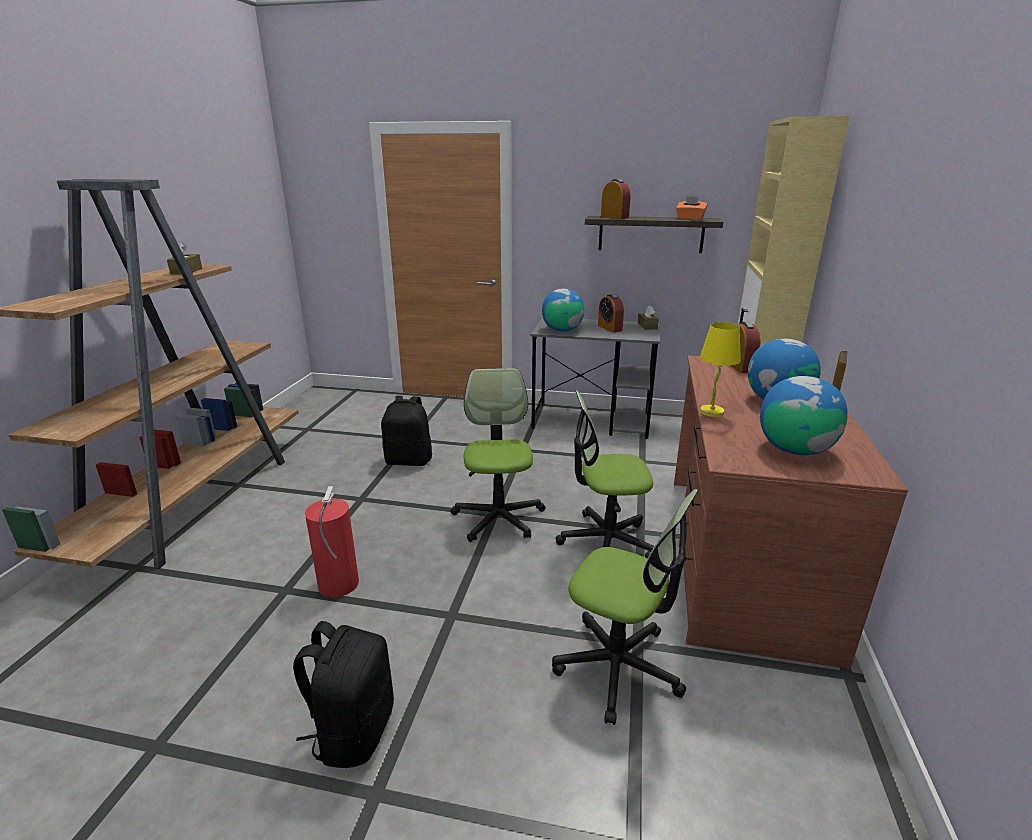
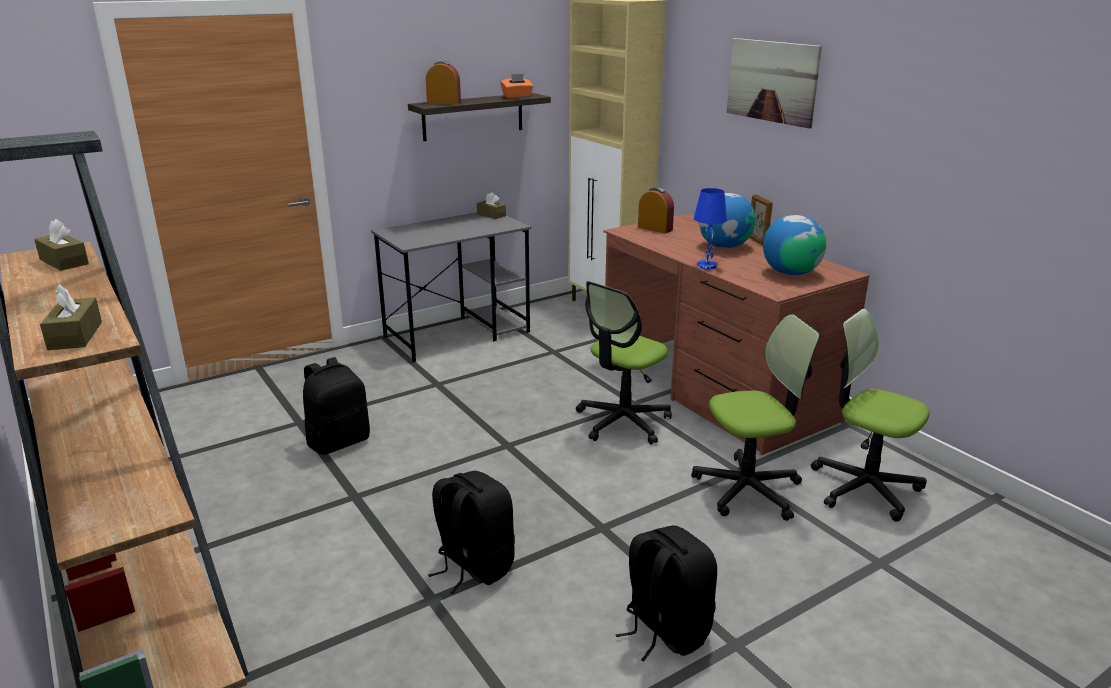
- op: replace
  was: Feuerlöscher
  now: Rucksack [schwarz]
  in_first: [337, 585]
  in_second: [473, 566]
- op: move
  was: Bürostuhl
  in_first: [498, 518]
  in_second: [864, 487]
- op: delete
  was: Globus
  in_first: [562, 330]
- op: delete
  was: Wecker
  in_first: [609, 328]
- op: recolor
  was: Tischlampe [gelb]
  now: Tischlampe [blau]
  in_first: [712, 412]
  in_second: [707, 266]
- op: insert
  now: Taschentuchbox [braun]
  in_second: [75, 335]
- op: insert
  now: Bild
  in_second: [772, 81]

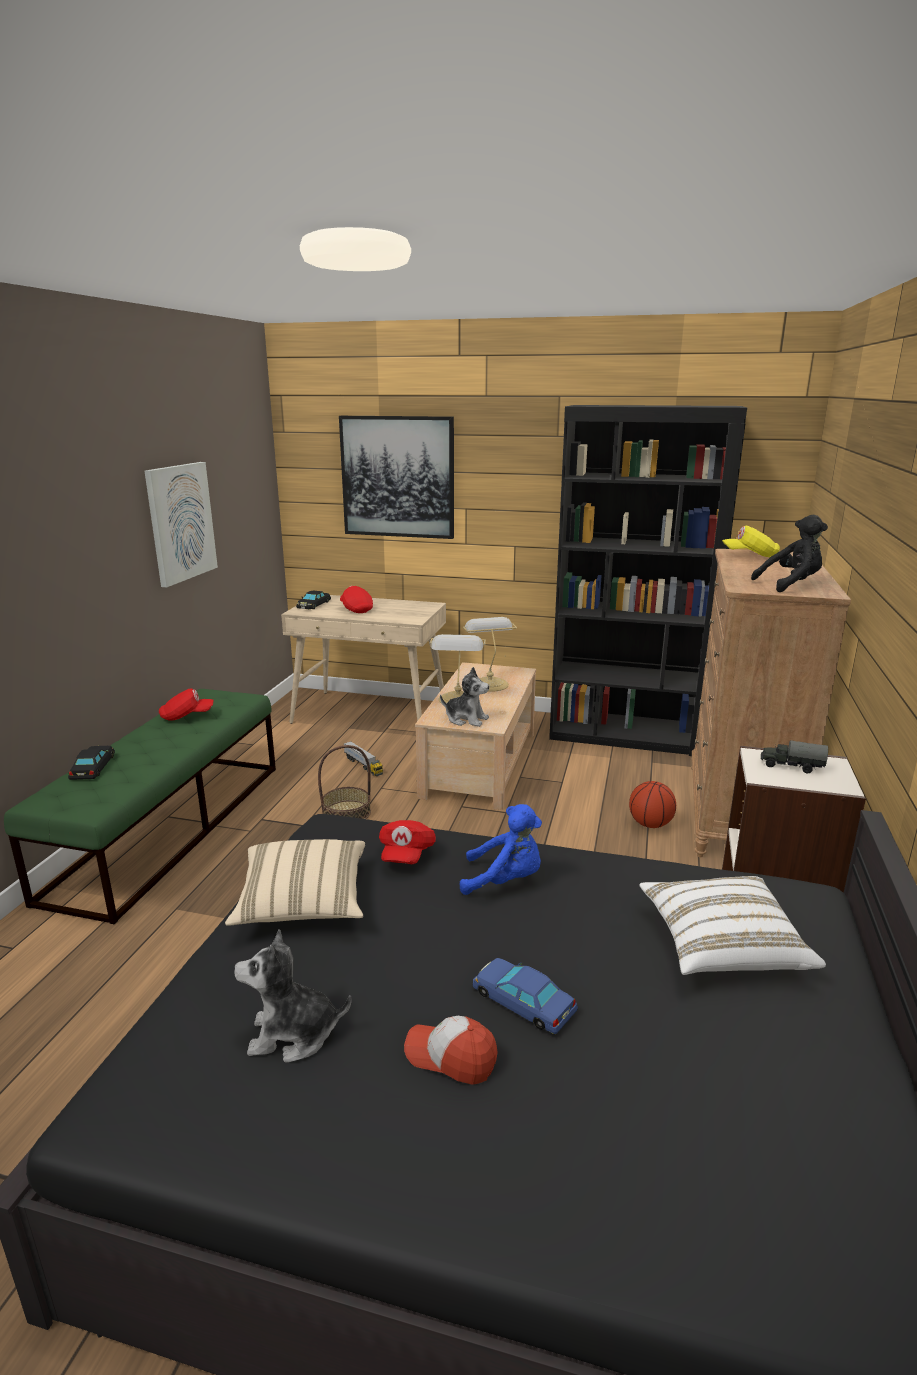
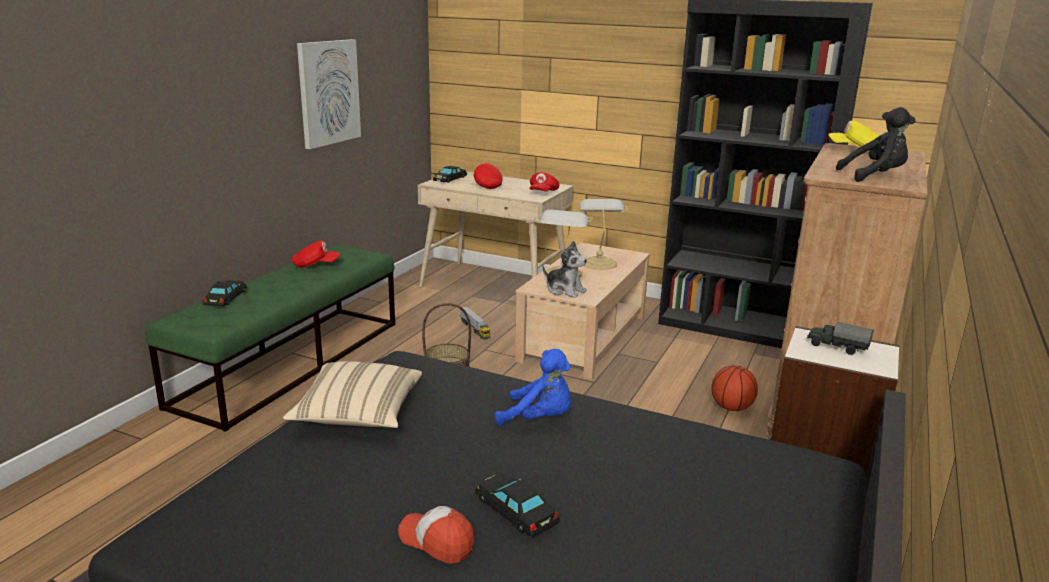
- op: delete
  was: Plüschtier
  in_first: [293, 1034]
- op: delete
  was: Bild
  in_first: [398, 477]
- op: move
  was: Kappe [rot]
  in_first: [406, 854]
  in_second: [543, 193]
- op: recolor
  was: Spielzeugauto [blau]
  now: Spielzeugauto [schwarz]
  in_first: [522, 1000]
  in_second: [515, 510]
- op: delete
  was: Kissen [weiß]
  in_first: [722, 945]

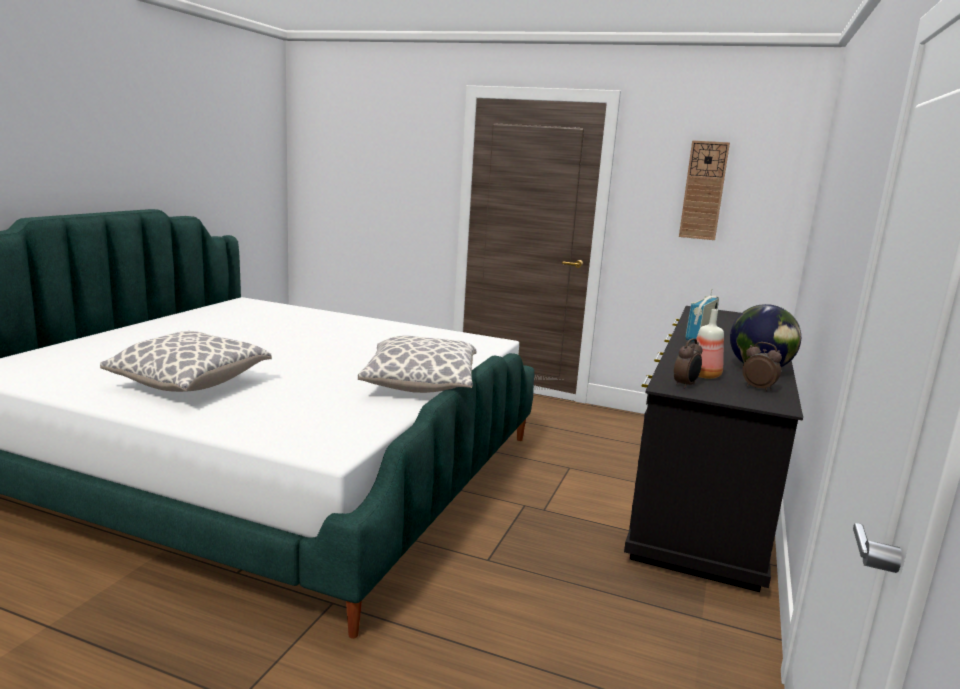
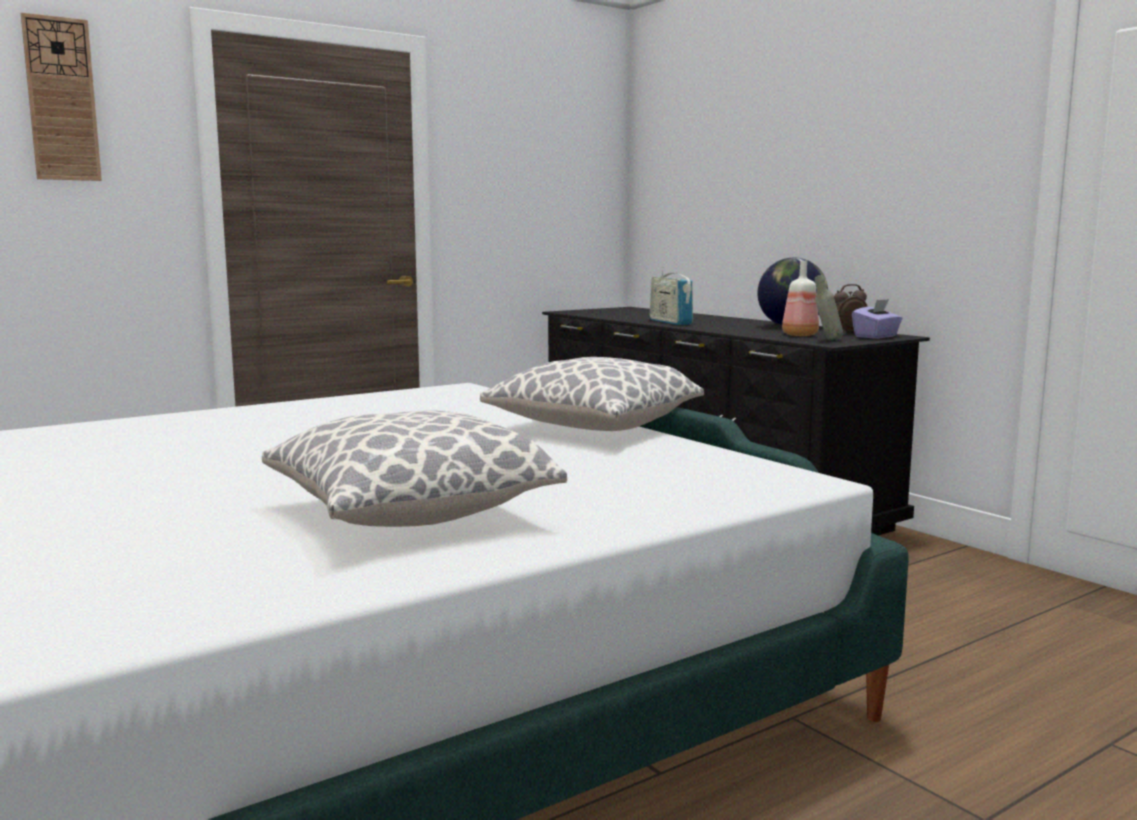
- op: replace
  was: Wecker
  now: Flasche [grau]
  in_first: [686, 385]
  in_second: [827, 340]
- op: move
  was: Wanduhr
  in_first: [703, 190]
  in_second: [61, 99]
- op: insert
  now: Taschentuchbox [lila]
  in_second: [876, 336]

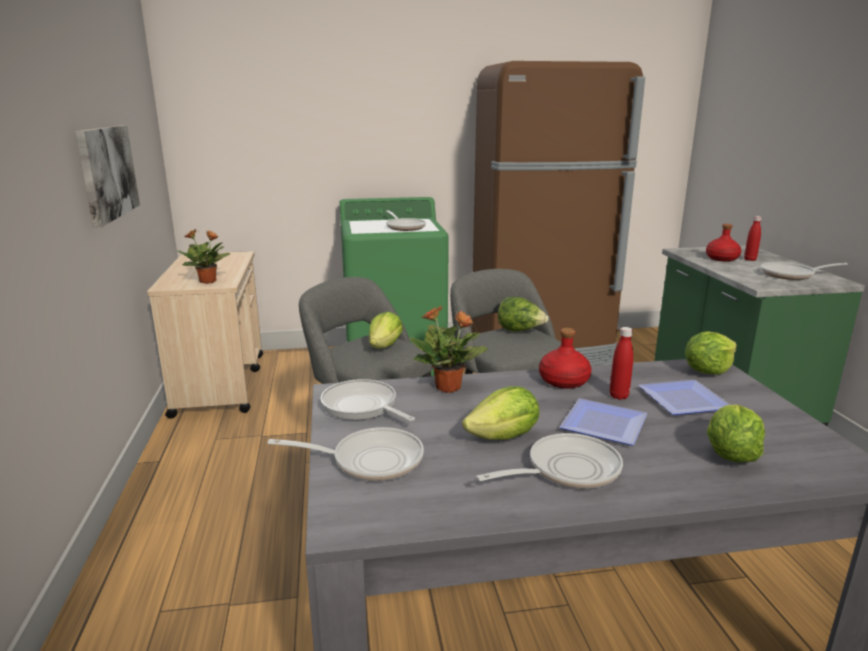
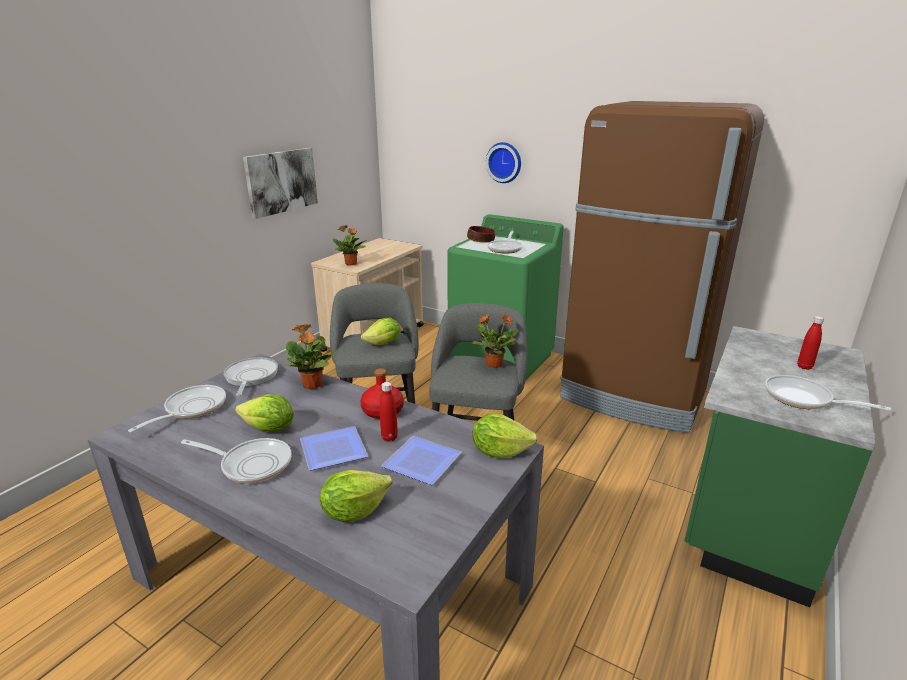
- op: rotate
  was: Pfanne
  in_first: [370, 460]
  in_second: [191, 409]
  clockwise: -105
- op: replace
  was: Salatkopf
  now: Topfpflanze
  in_first: [520, 331]
  in_second: [493, 364]
- op: delete
  was: Flasche [rot]
  in_first: [721, 258]
- op: insert
  now: Schüssel
  in_second: [481, 241]
- op: insert
  now: Wanduhr
  in_second: [504, 162]

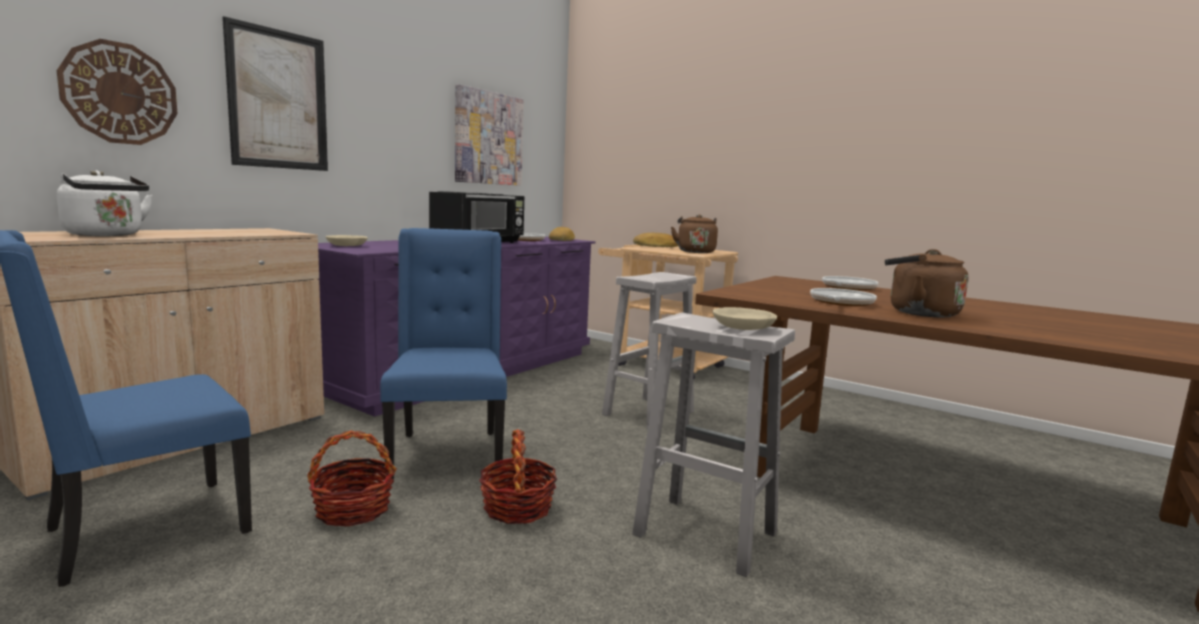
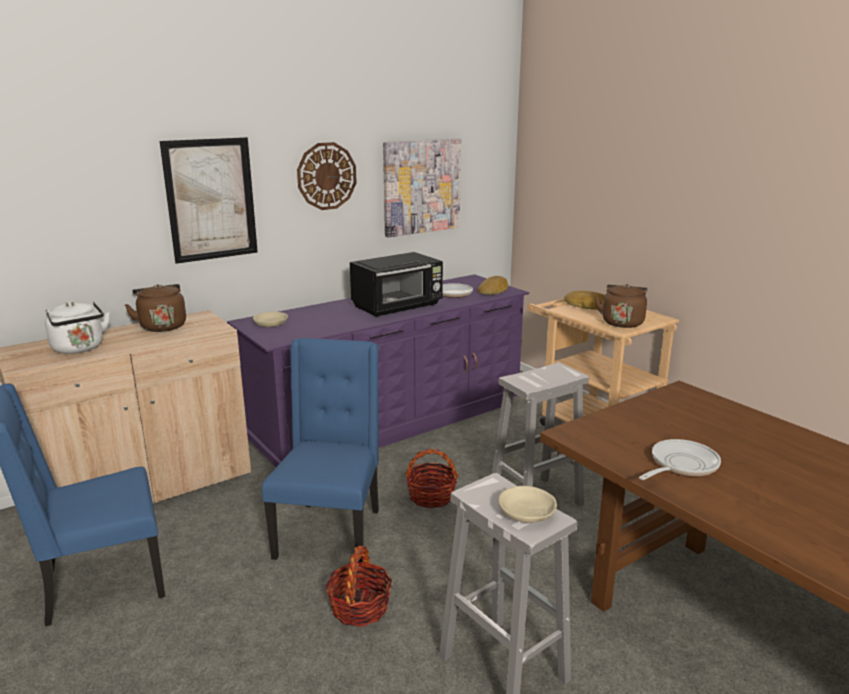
- op: move
  was: Wanduhr
  in_first: [120, 93]
  in_second: [326, 176]
- op: move
  was: Korb
  in_first: [352, 510]
  in_second: [431, 496]
- op: delete
  was: Pfanne
  in_first: [846, 288]
- op: move
  was: Wasserkessel [braun]
  in_first: [918, 313]
  in_second: [162, 326]

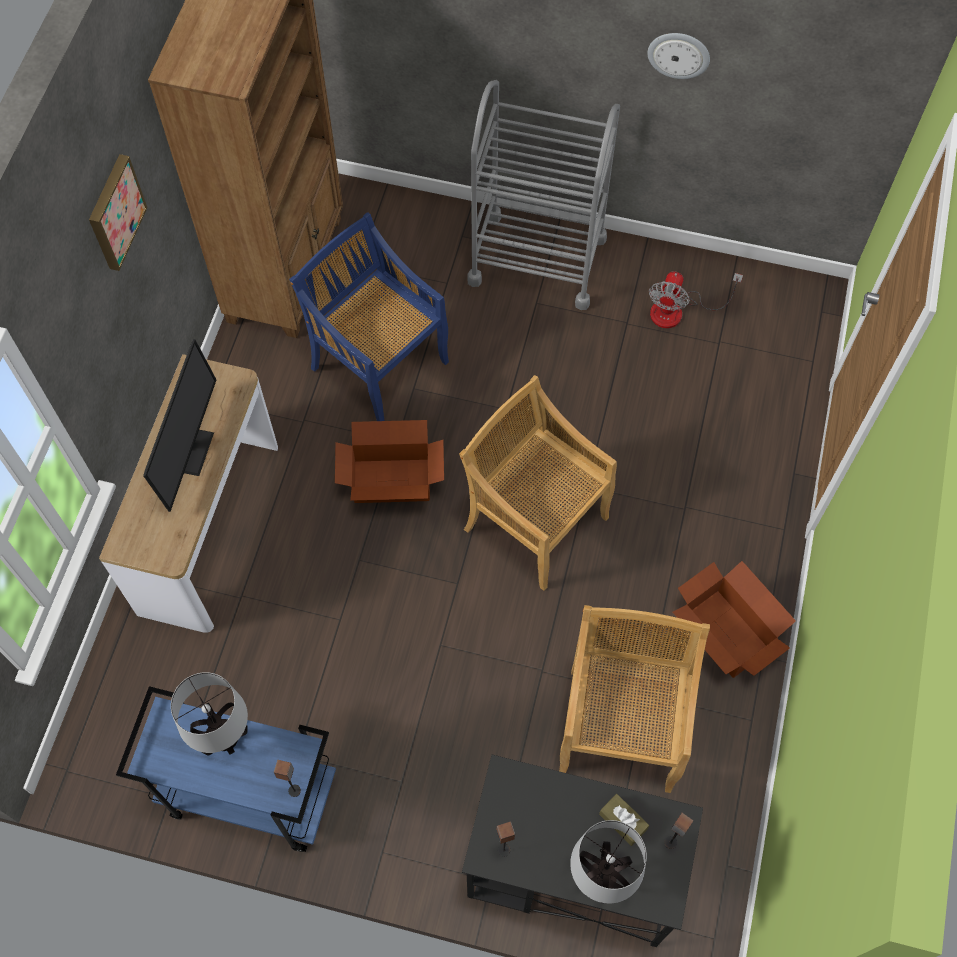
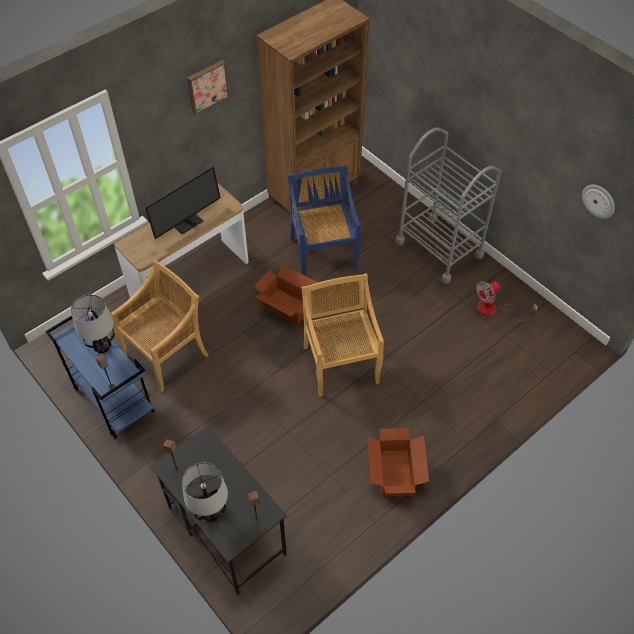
- op: move
  was: Stuhl [beige]
  in_first: [621, 726]
  in_second: [167, 354]
- op: delete
  was: Taschentuchbox [braun]
  in_first: [623, 821]
- op: move
  was: Wanduhr
  in_first: [679, 54]
  in_second: [599, 200]

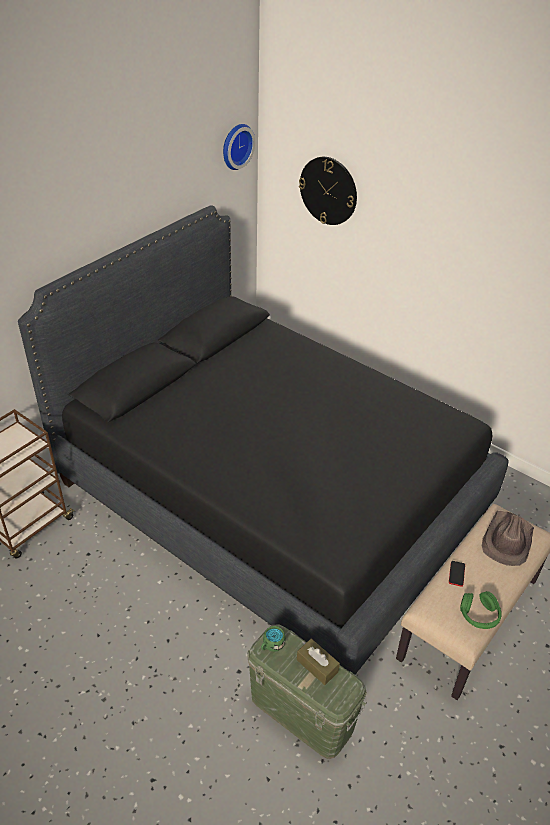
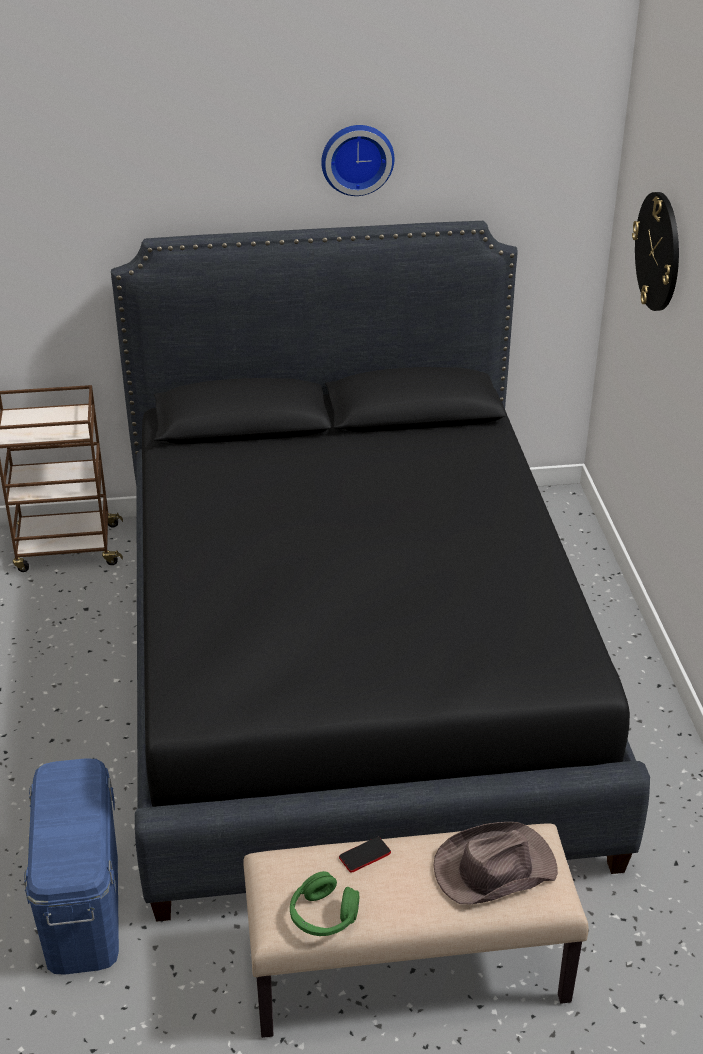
- op: move
  was: Wanduhr
  in_first: [235, 146]
  in_second: [357, 158]
- op: recolor
  was: Aufbewahrungsbox [grün]
  now: Aufbewahrungsbox [blau]
  in_first: [302, 712]
  in_second: [83, 906]
- op: delete
  was: Henkelbecher [grün]
  in_first: [271, 645]
- op: delete
  was: Taschentuchbox [braun]
  in_first: [317, 666]

